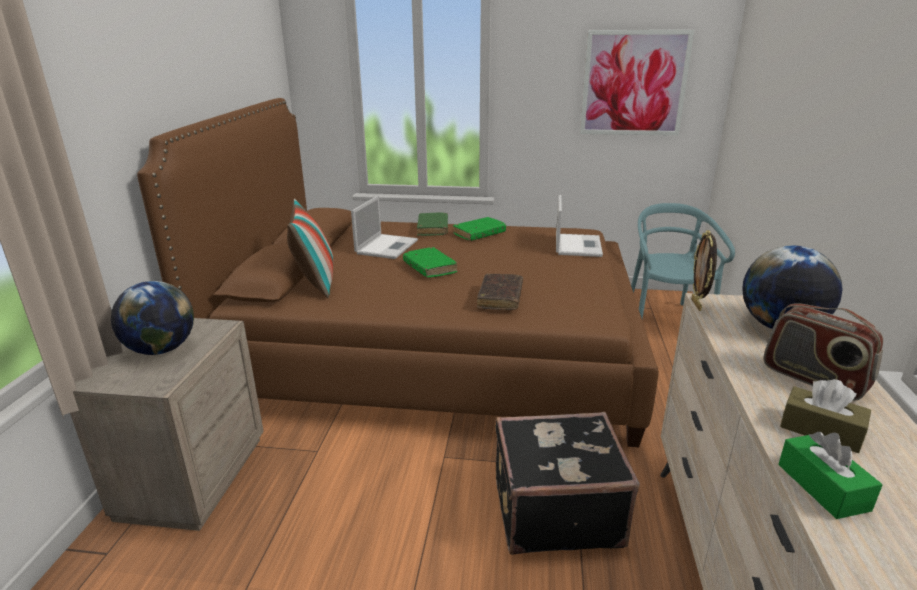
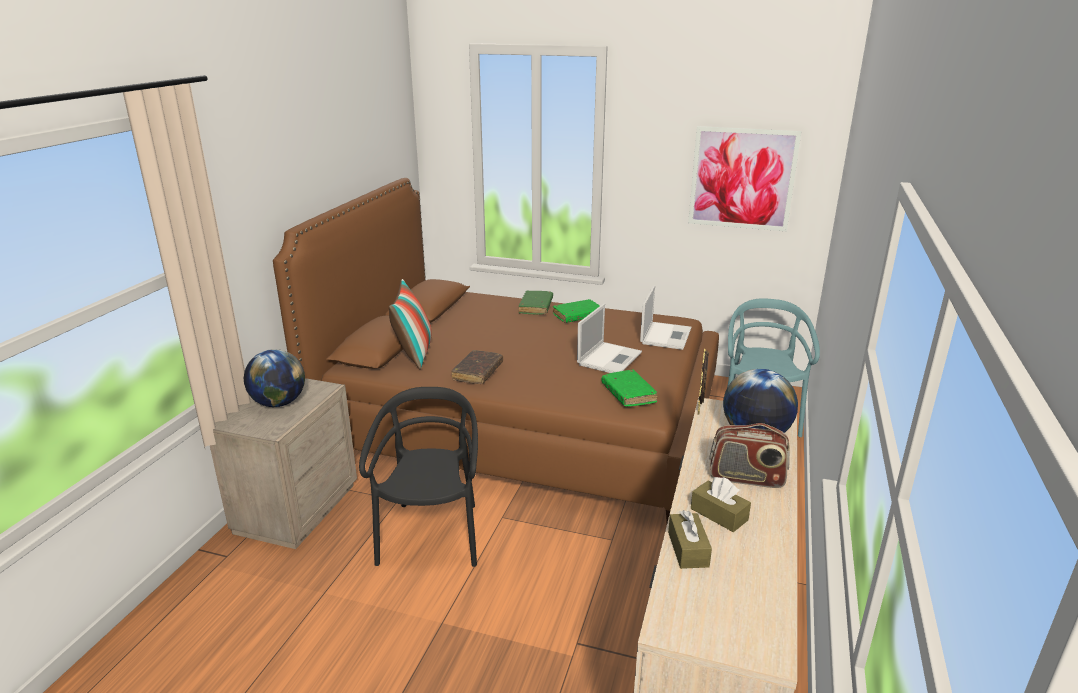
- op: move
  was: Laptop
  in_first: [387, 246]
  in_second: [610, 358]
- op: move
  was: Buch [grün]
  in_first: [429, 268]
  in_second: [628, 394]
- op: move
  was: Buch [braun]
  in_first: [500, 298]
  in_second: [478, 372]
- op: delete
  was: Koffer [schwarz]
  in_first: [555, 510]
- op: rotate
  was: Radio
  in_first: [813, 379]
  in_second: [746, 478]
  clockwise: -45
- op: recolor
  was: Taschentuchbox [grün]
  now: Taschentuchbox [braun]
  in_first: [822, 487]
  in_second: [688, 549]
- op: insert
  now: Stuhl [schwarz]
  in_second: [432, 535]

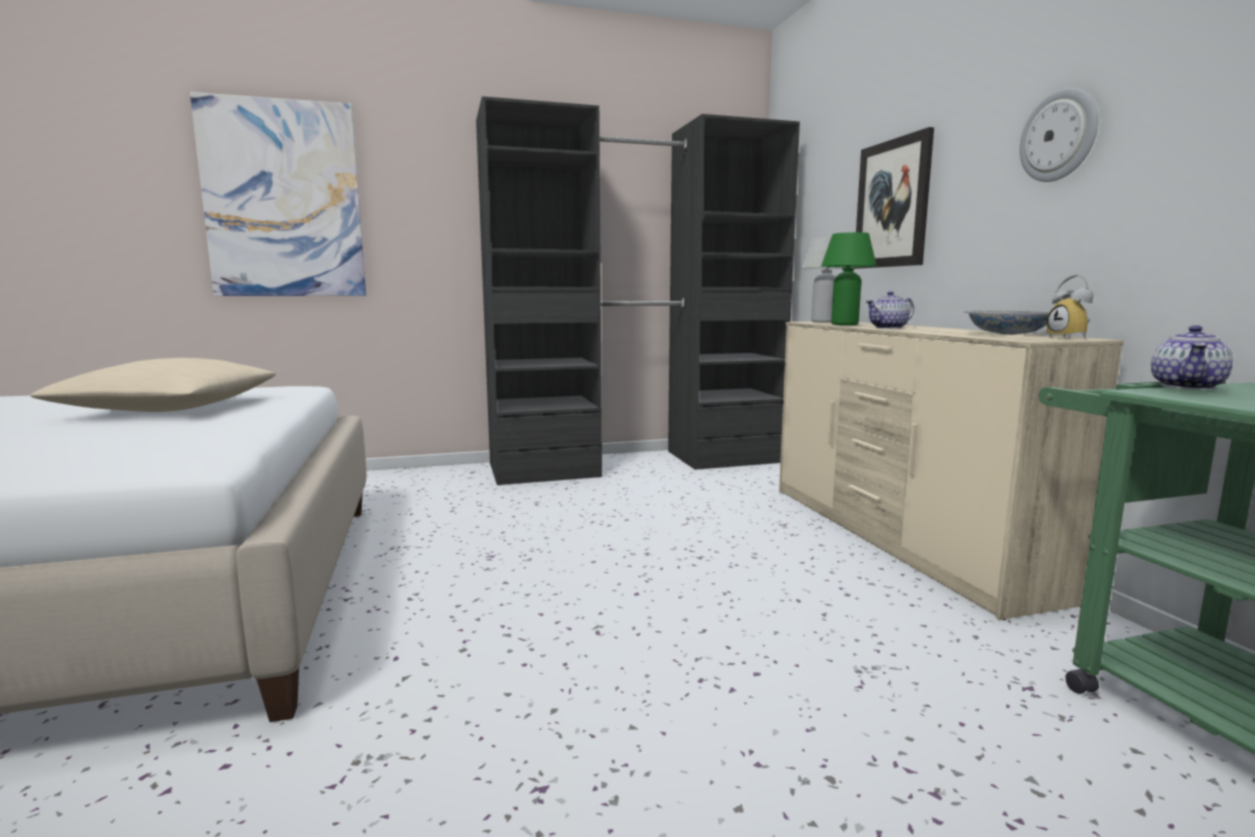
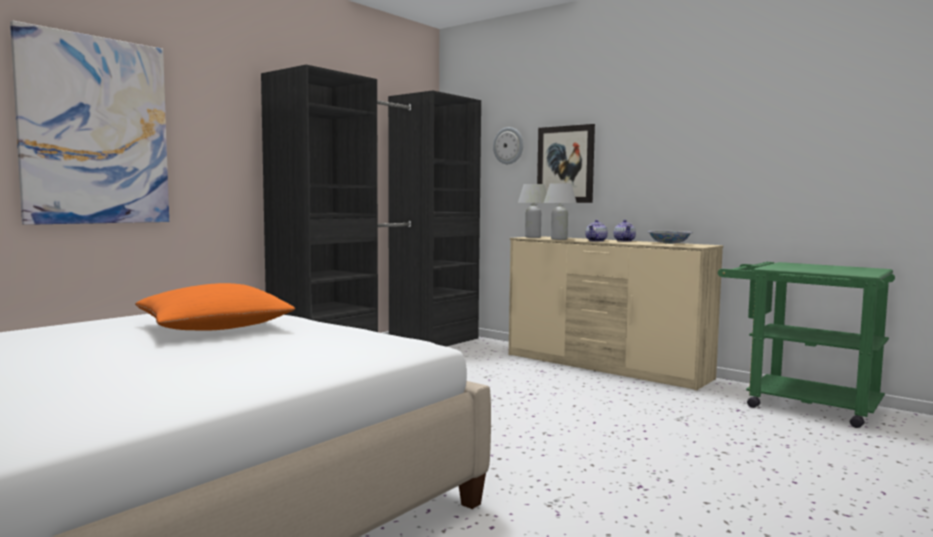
- op: recolor
  was: Kissen [beige]
  now: Kissen [orange]
  in_first: [169, 409]
  in_second: [214, 327]
- op: recolor
  was: Tischlampe [grün]
  now: Tischlampe [weiß]
  in_first: [844, 324]
  in_second: [559, 239]
- op: move
  was: Wanduhr
  in_first: [1059, 136]
  in_second: [508, 145]
- op: delete
  was: Wecker
  in_first: [1072, 338]
- op: move
  was: Teekanne
  in_first: [1188, 386]
  in_second: [624, 241]

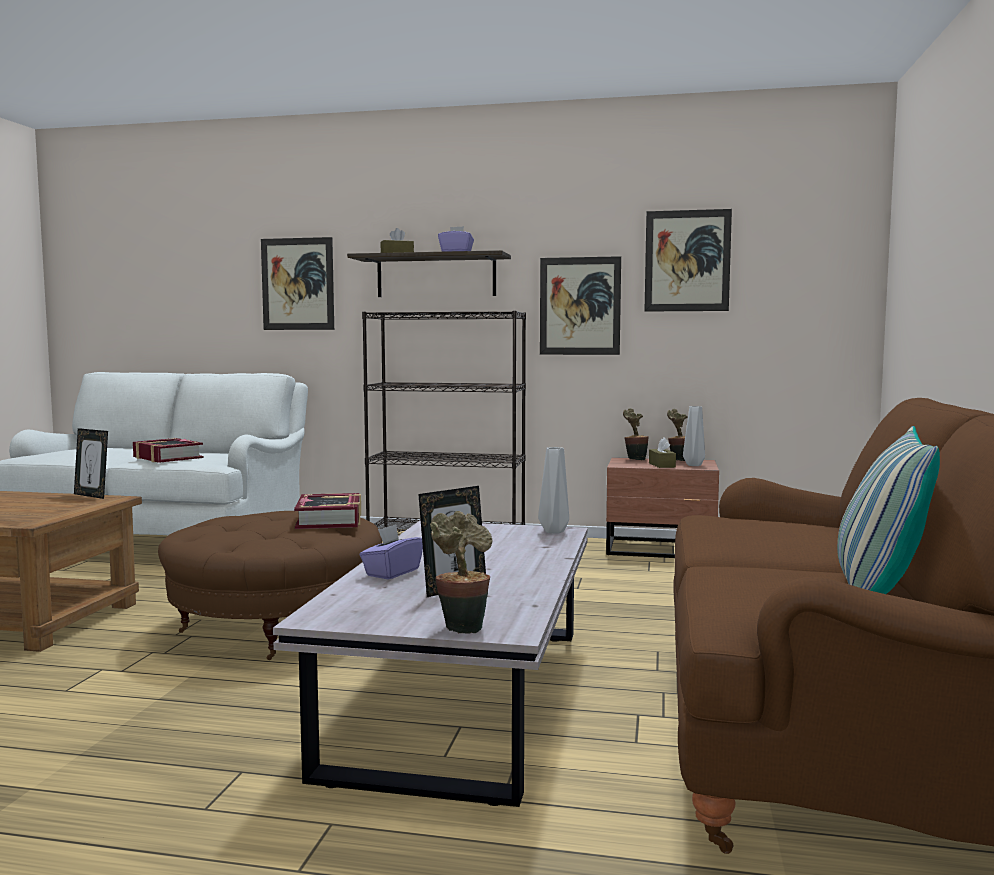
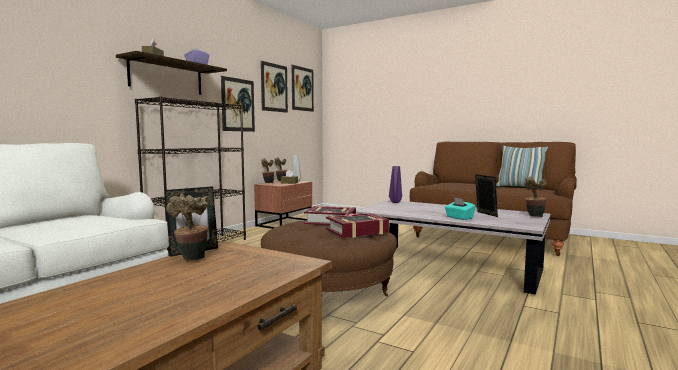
- op: move
  was: Buch
  in_first: [167, 457]
  in_second: [357, 231]
- op: move
  was: Bild
  in_first: [297, 284]
  in_second: [302, 89]
- op: recolor
  was: Taschentuchbox [lila]
  now: Taschentuchbox [türkis]
  in_first: [392, 572]
  in_second: [459, 218]
- op: recolor
  was: Vase [grau]
  now: Vase [lila]
  in_first: [555, 531]
  in_second: [395, 202]
- op: insert
  now: Topfpflanze
  in_second: [191, 259]

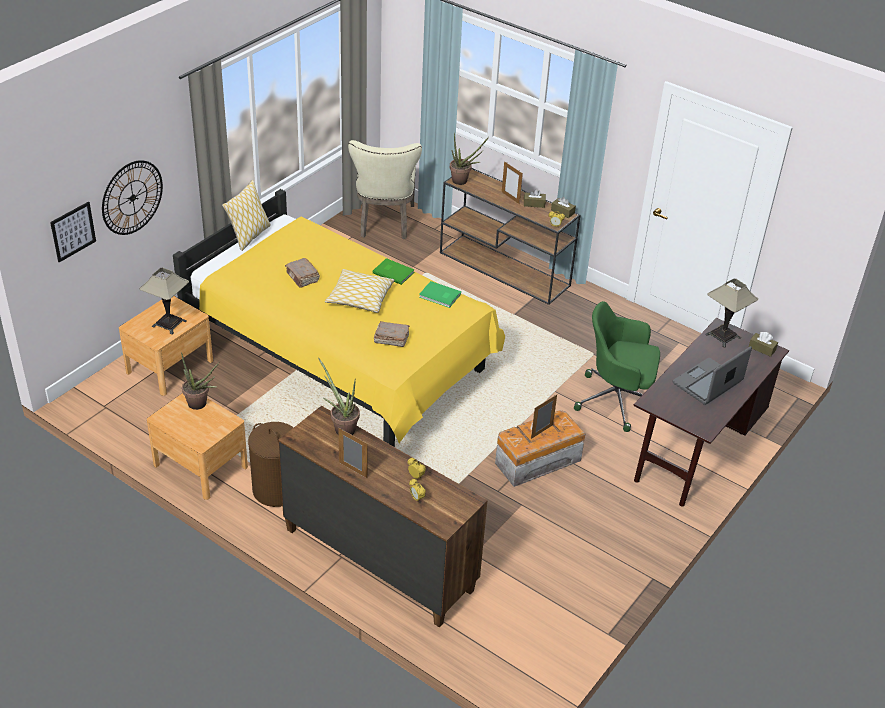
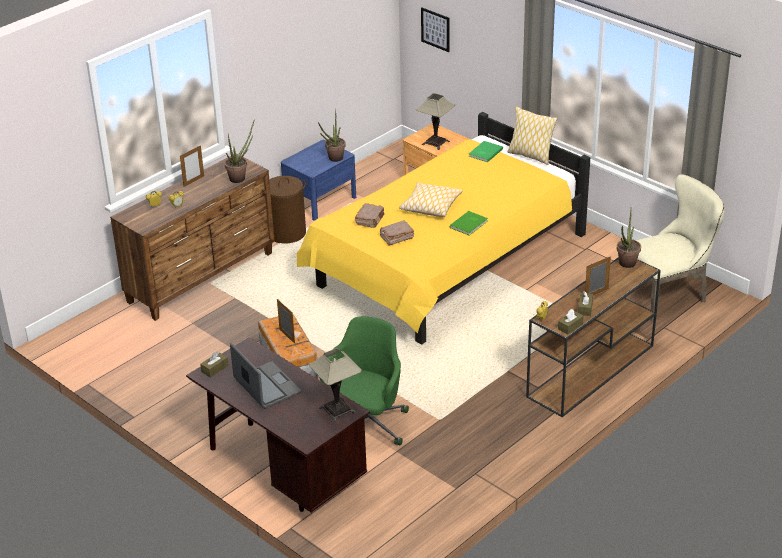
- op: delete
  was: Wanduhr
  in_first: [132, 197]
- op: recolor
  was: Nachttisch [braun]
  now: Nachttisch [blau]
  in_first: [200, 466]
  in_second: [320, 200]
- op: move
  was: Buch [braun]
  in_first: [302, 278]
  in_second: [396, 238]
- op: rotate
  was: Stuhl [beige]
  in_first: [385, 223]
  in_second: [669, 295]
  clockwise: 150
- op: move
  was: Buch [grün]
  in_first: [440, 296]
  in_second: [484, 152]
- op: move
  was: Taschentuchbox [braun]
  in_first: [762, 348]
  in_second: [215, 369]

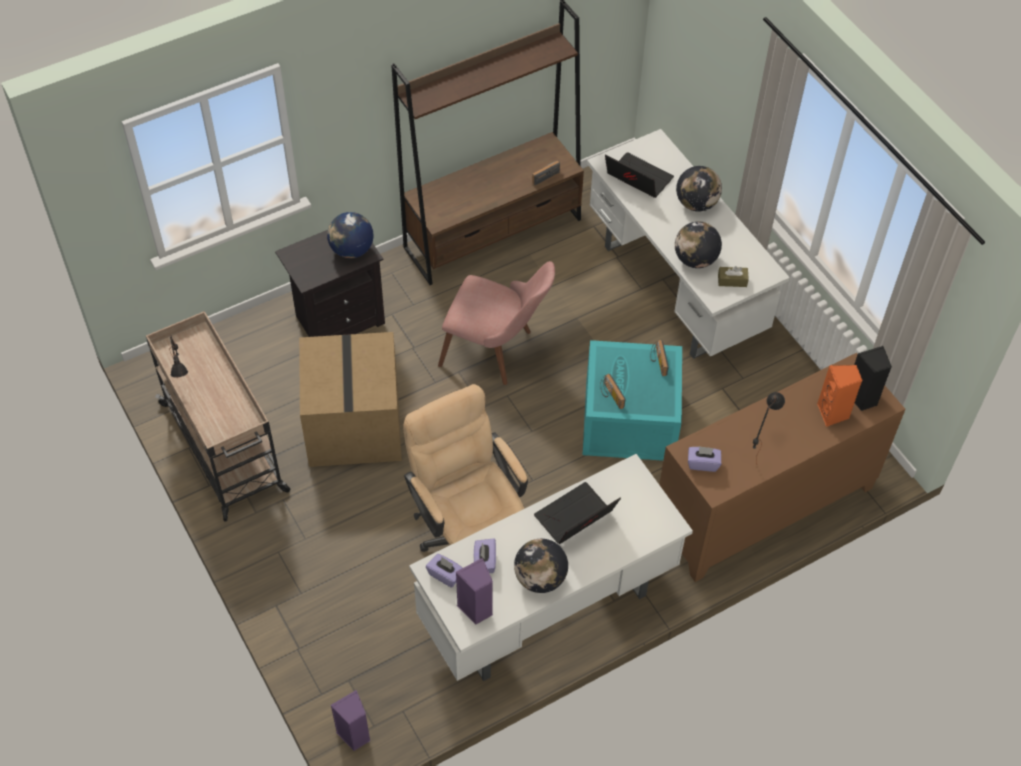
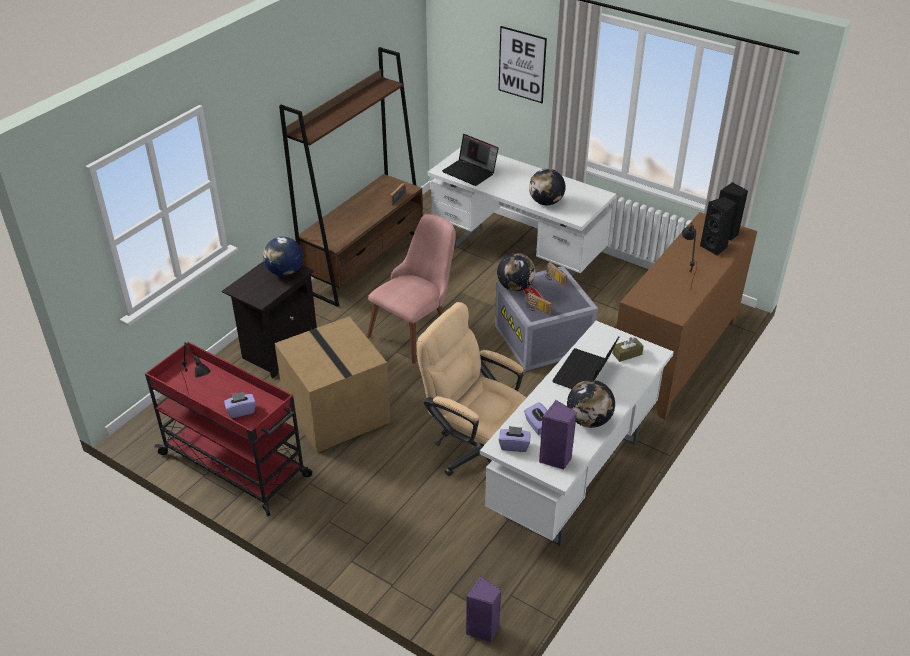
- op: recolor
  was: Rollwagen [beige]
  now: Rollwagen [rot]
  in_first: [225, 449]
  in_second: [236, 465]
- op: rotate
  was: Stuhl [rosa]
  in_first: [497, 351]
  in_second: [416, 329]
  clockwise: -45
- op: recolor
  was: Aufbewahrungsbox [türkis]
  now: Aufbewahrungsbox [grau]
  in_first: [631, 421]
  in_second: [544, 339]
- op: rotate
  was: Laptop
  in_first: [637, 179]
  in_second: [470, 172]
  clockwise: -150
- op: move
  was: Globus
  in_first: [696, 204]
  in_second: [515, 287]
- op: move
  was: Taschentuchbox [lila]
  in_first: [703, 463]
  in_second: [241, 411]
- op: move
  was: Taschentuchbox [braun]
  in_first: [732, 280]
  in_second: [627, 354]
- op: recolor
  was: Lautsprecher [orange]
  now: Lautsprecher [schwarz]
  in_first: [833, 413]
  in_second: [715, 247]
- op: insert
  now: Bild
  in_second: [522, 64]

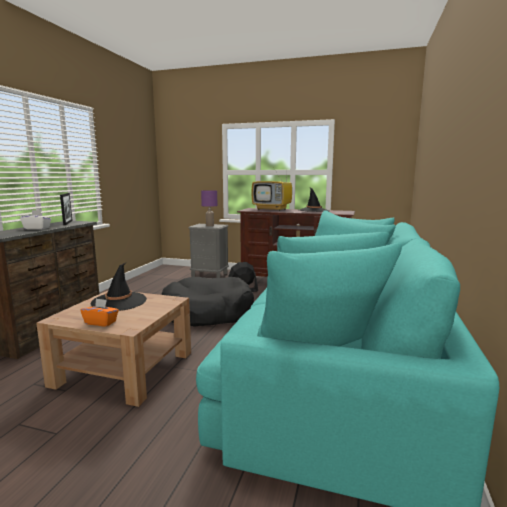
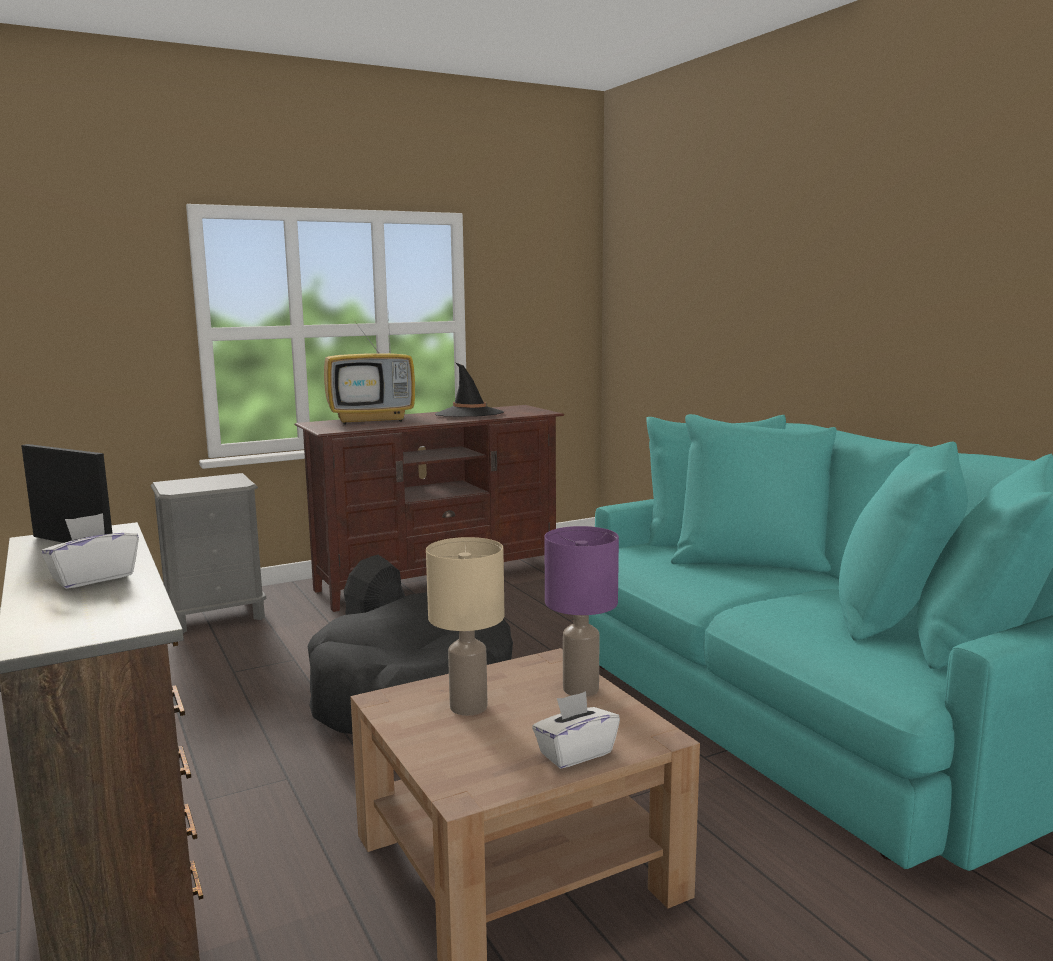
- op: recolor
  was: Taschentuchbox [orange]
  now: Taschentuchbox [weiß]
  in_first: [101, 322]
  in_second: [575, 753]
- op: replace
  was: Hut [schwarz]
  now: Tischlampe [beige]
  in_first: [119, 301]
  in_second: [467, 707]
- op: move
  was: Tischlampe [lila]
  in_first: [210, 226]
  in_second: [582, 689]

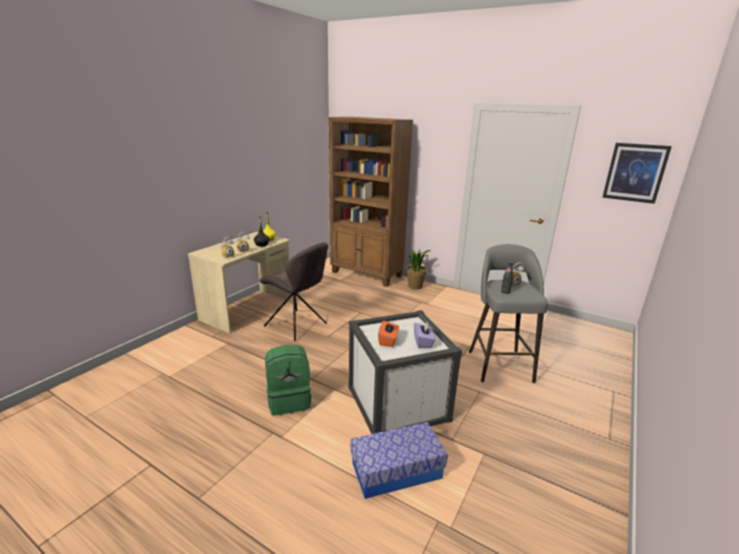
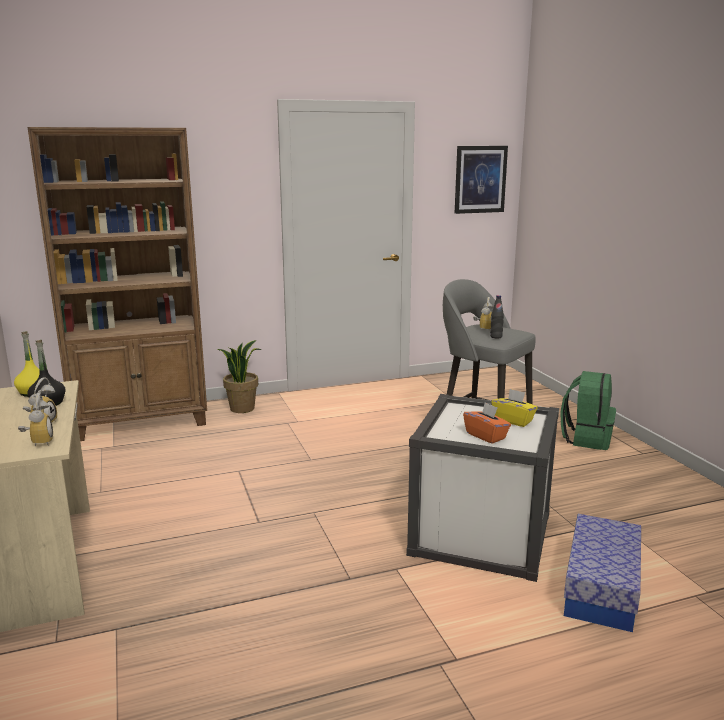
- op: delete
  was: Stuhl [grau]
  in_first: [297, 326]
- op: move
  was: Rucksack [grün]
  in_first: [289, 400]
  in_second: [586, 438]
- op: recolor
  was: Taschentuchbox [lila]
  now: Taschentuchbox [gelb]
  in_first: [423, 342]
  in_second: [513, 420]

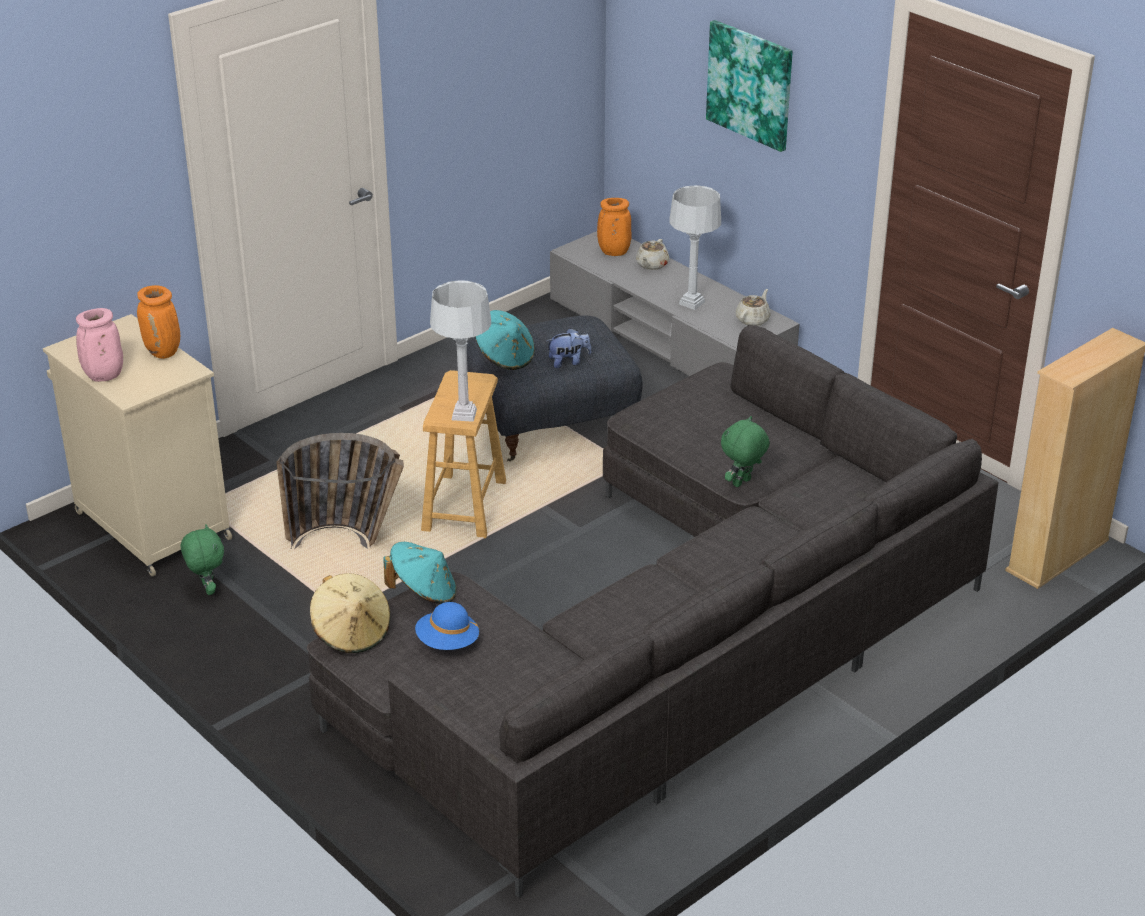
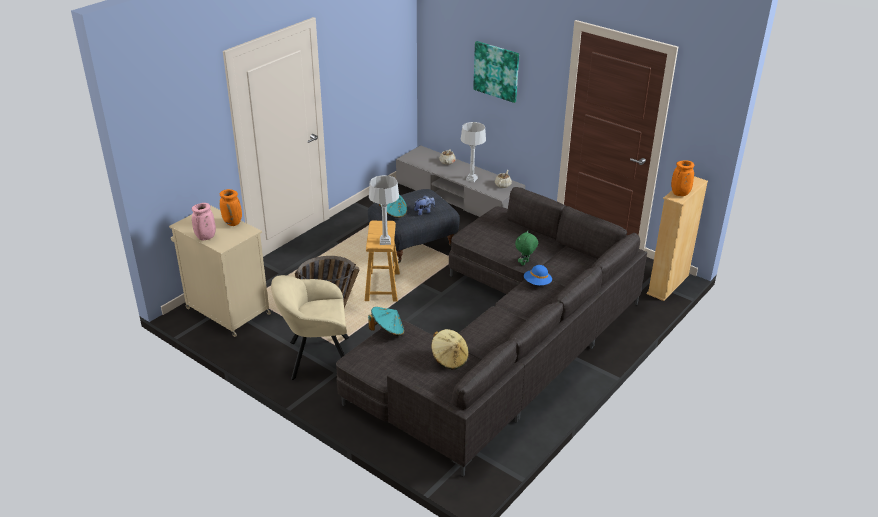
- op: delete
  was: Plüschtier [grün]
  in_first: [207, 589]
- op: move
  was: Hut [beige]
  in_first: [351, 633]
  in_second: [449, 359]
- op: move
  was: Hut [blau]
  in_first: [447, 642]
  in_second: [537, 283]
- op: move
  was: Vase [orange]
  in_first: [613, 253]
  in_second: [679, 194]
- op: insert
  now: Sessel [beige]
  in_second: [316, 357]

